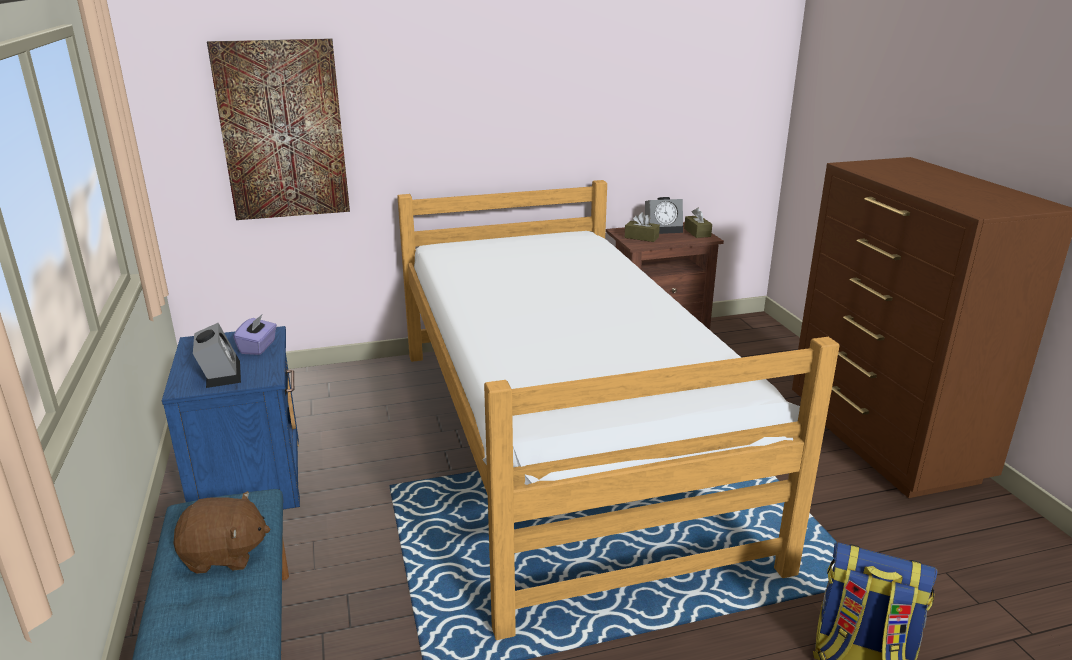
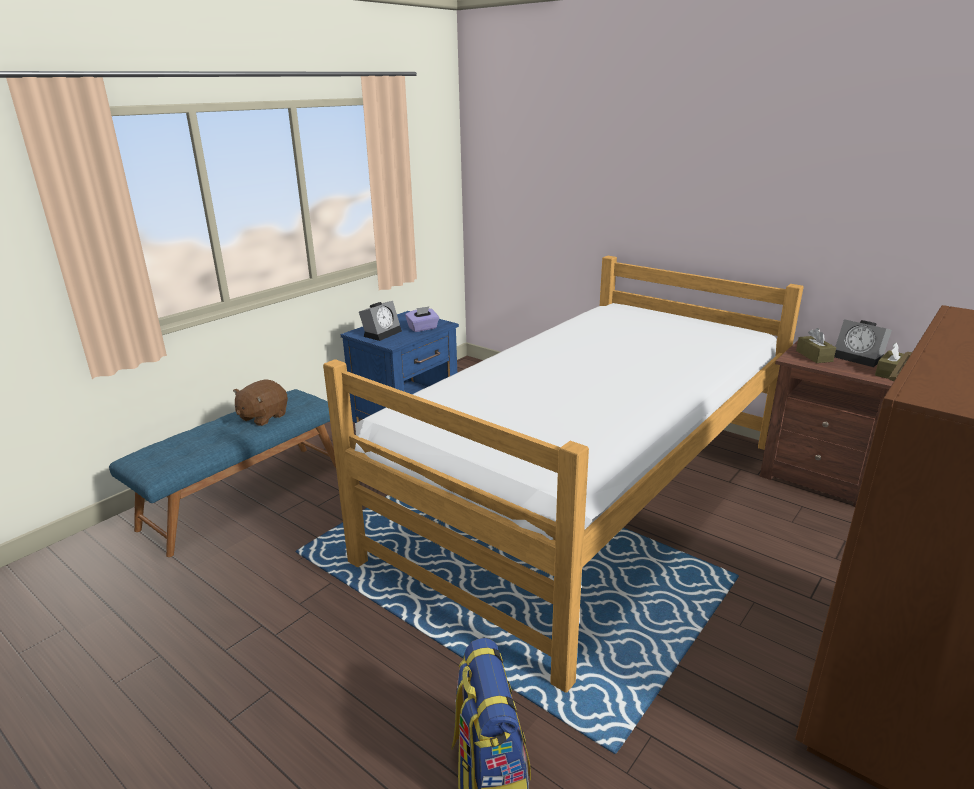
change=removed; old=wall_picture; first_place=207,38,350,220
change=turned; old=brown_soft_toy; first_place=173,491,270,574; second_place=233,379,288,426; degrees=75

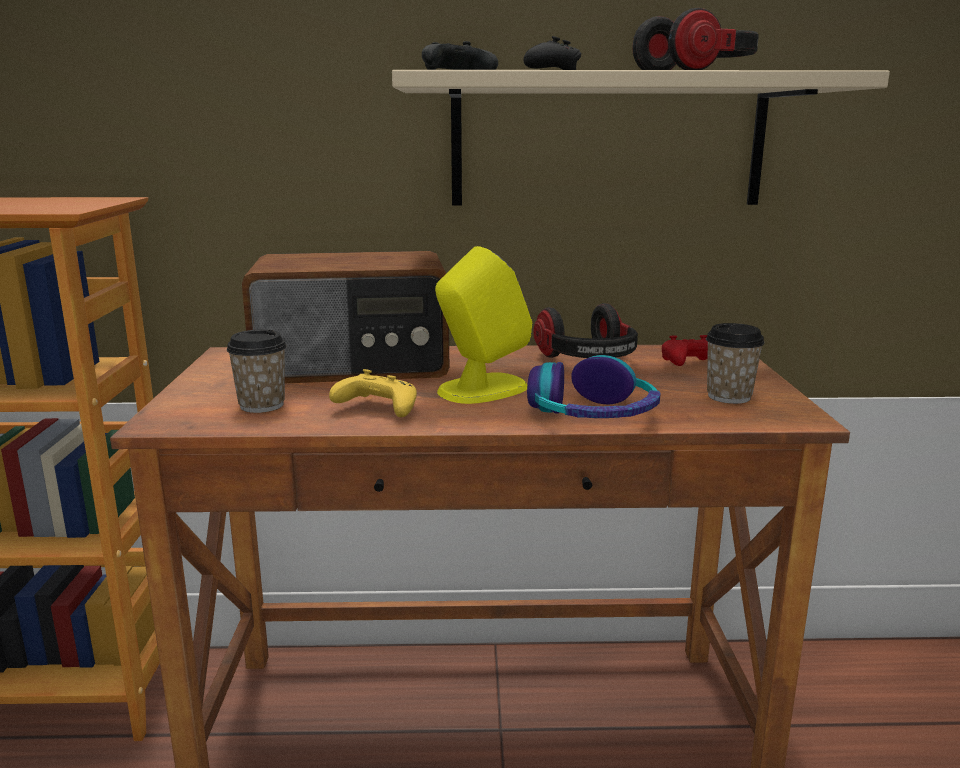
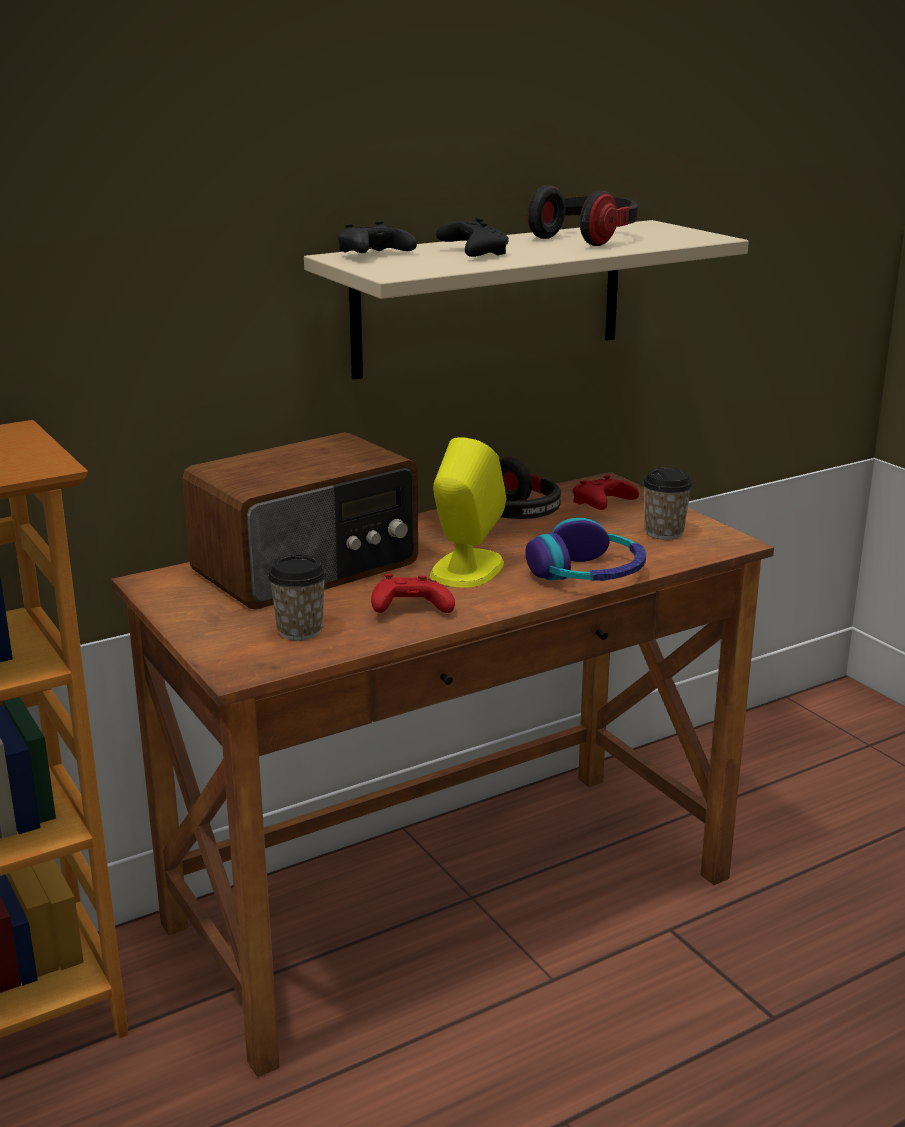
change=recoloured; old=yellow_gamepad; new=red_gamepad; first_place=329,369,417,417; second_place=371,574,455,613

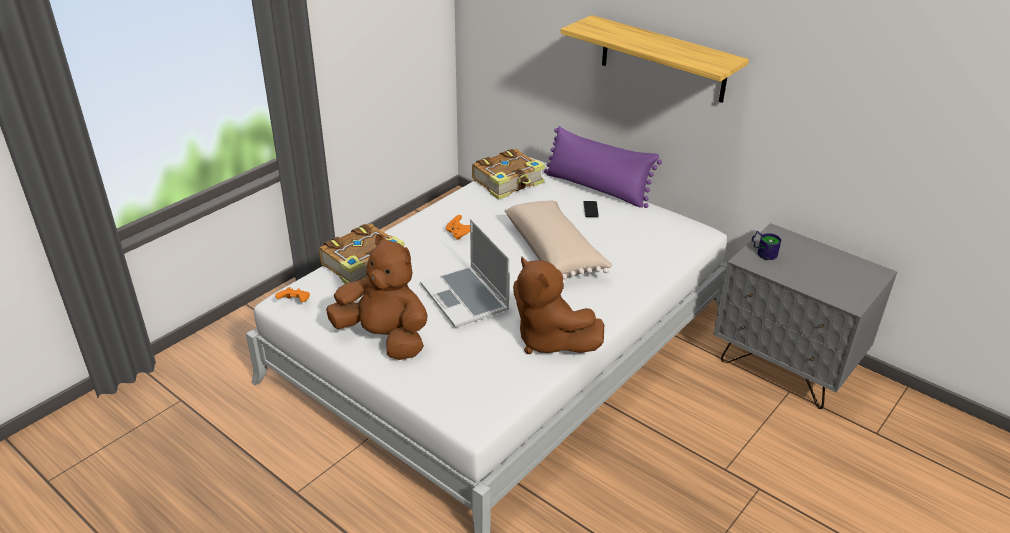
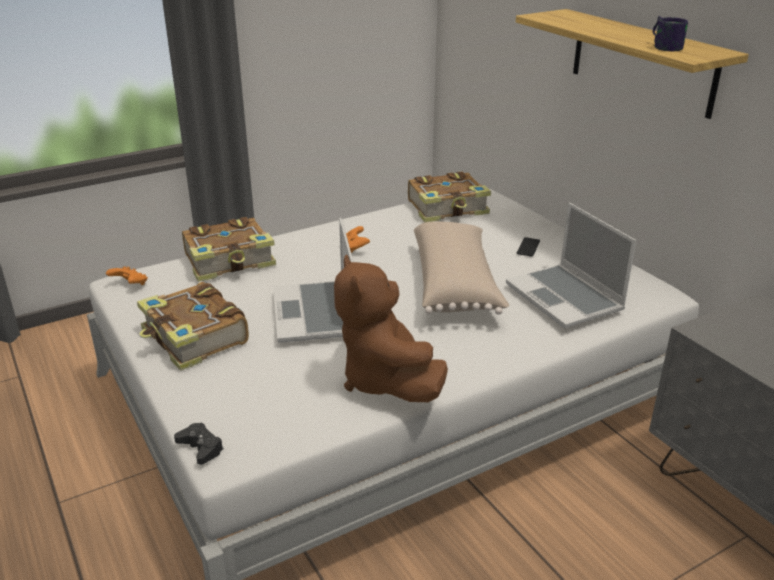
change=removed; old=purplish_pillow; first_place=544,126,662,208
change=moved; old=mug; first_place=752,231,781,260; second_place=653,16,688,51
change=replaced; old=brown_soft_toy; new=volume; first_place=326,234,427,360; second_place=137,282,249,371
change=added; new=portable_computer; second_place=506,203,636,328
change=added; new=blackish_gamepad; second_place=174,422,224,465

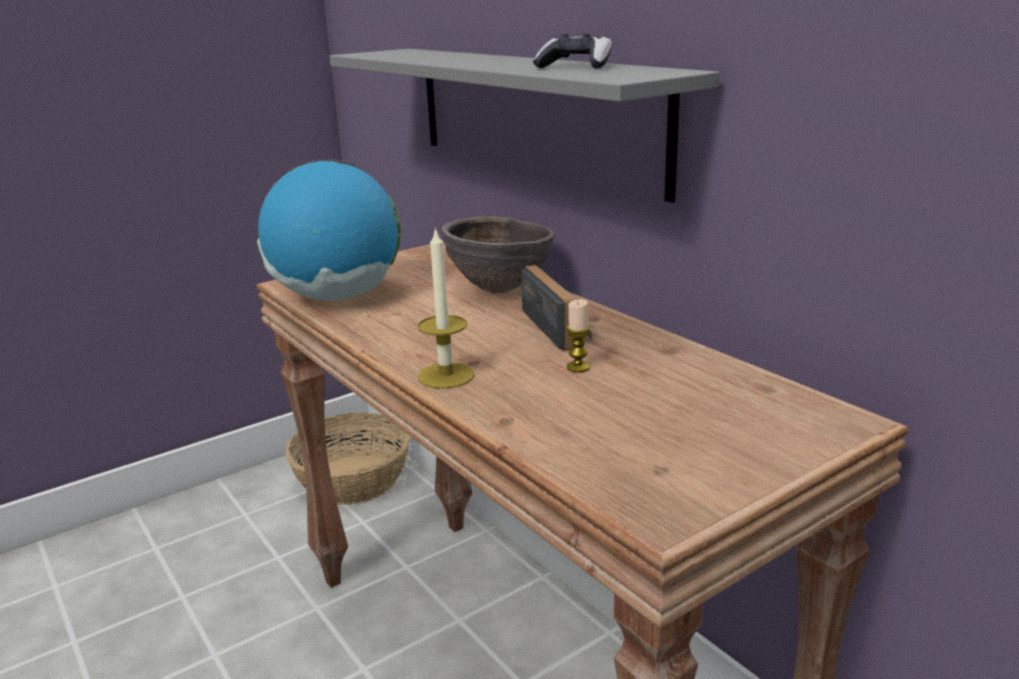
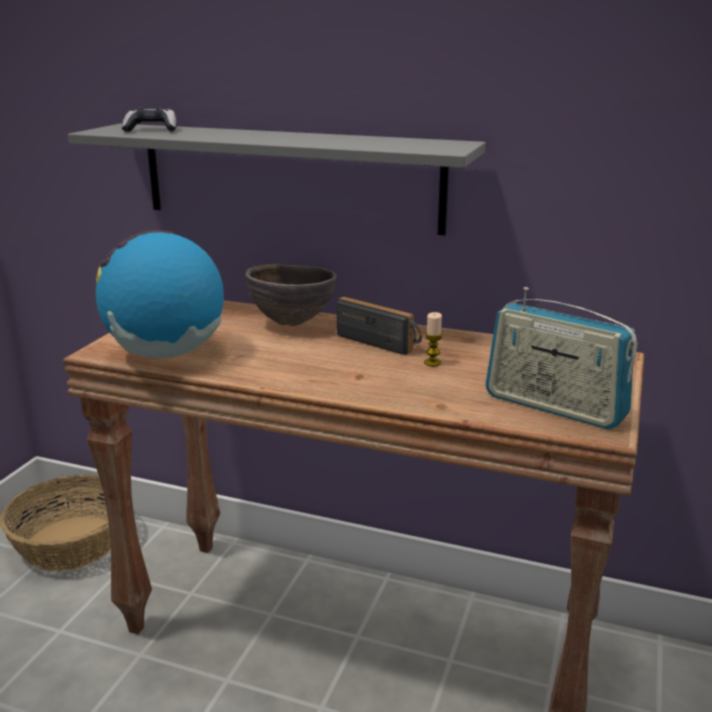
change=moved; old=gamepad; first_place=533,33,612,69; second_place=122,107,177,132
change=removed; old=wax_candle; first_place=418,227,475,389
change=added; new=radio_set; second_place=485,287,637,430

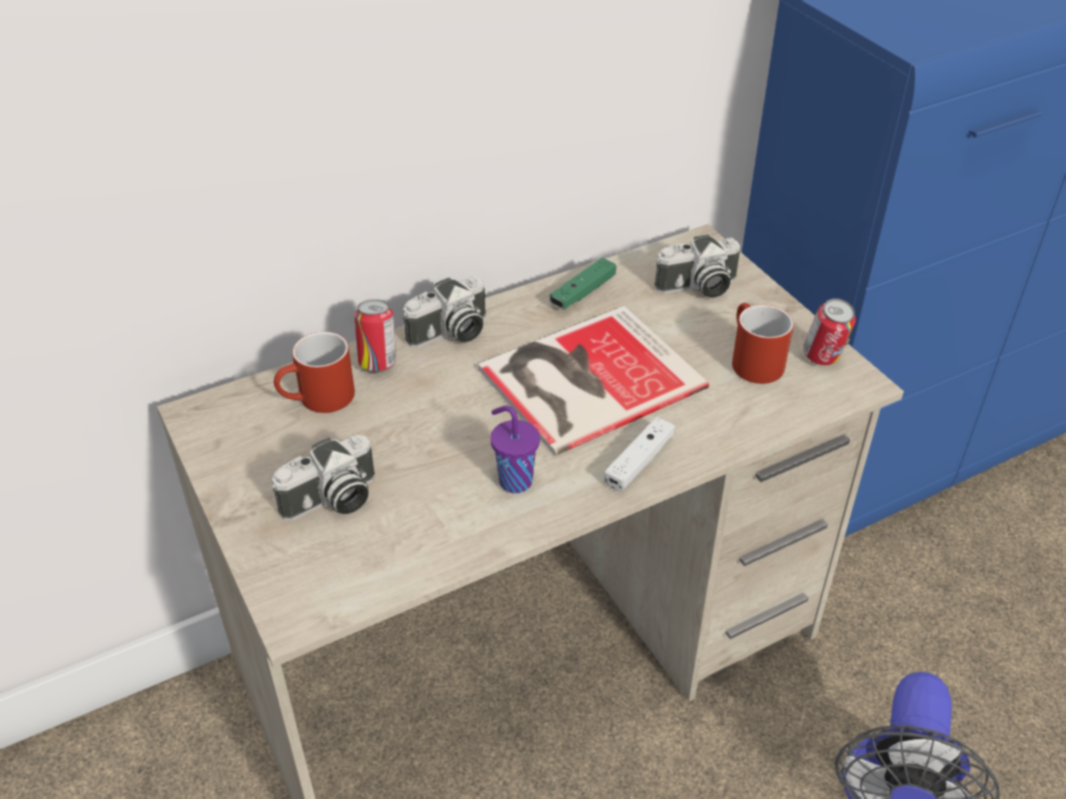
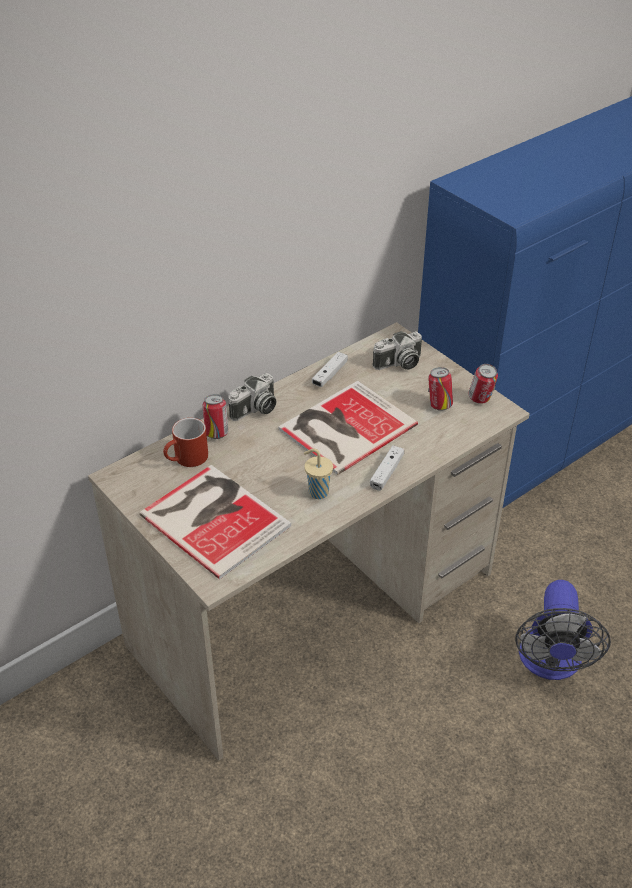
change=recoloured; old=green-coloured_gamepad; new=white-coloured_gamepad; first_place=550,258,616,309; second_place=312,352,348,387
change=replaced; old=red_mug; new=sealed_can; first_place=732,303,794,384; second_place=428,367,453,411
change=recoloured; old=purplish_small_cup; new=beige-coloured_small_cup; first_place=490,406,540,493; second_place=304,449,333,499
change=replaced; old=photo_camera; new=volume; first_place=272,435,375,521; second_place=139,465,291,579

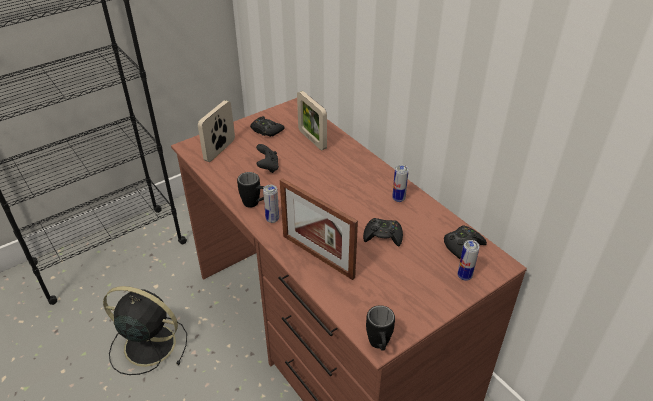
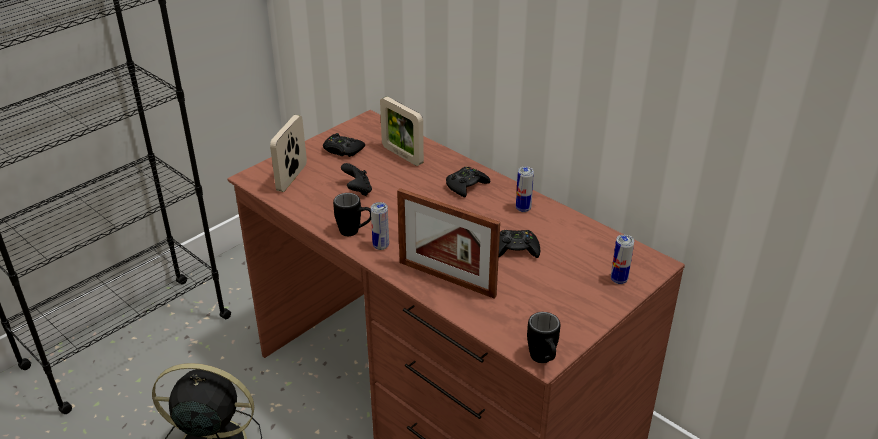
change=moved; old=blackish_gamepad; first_place=444,225,487,259; second_place=446,167,490,197

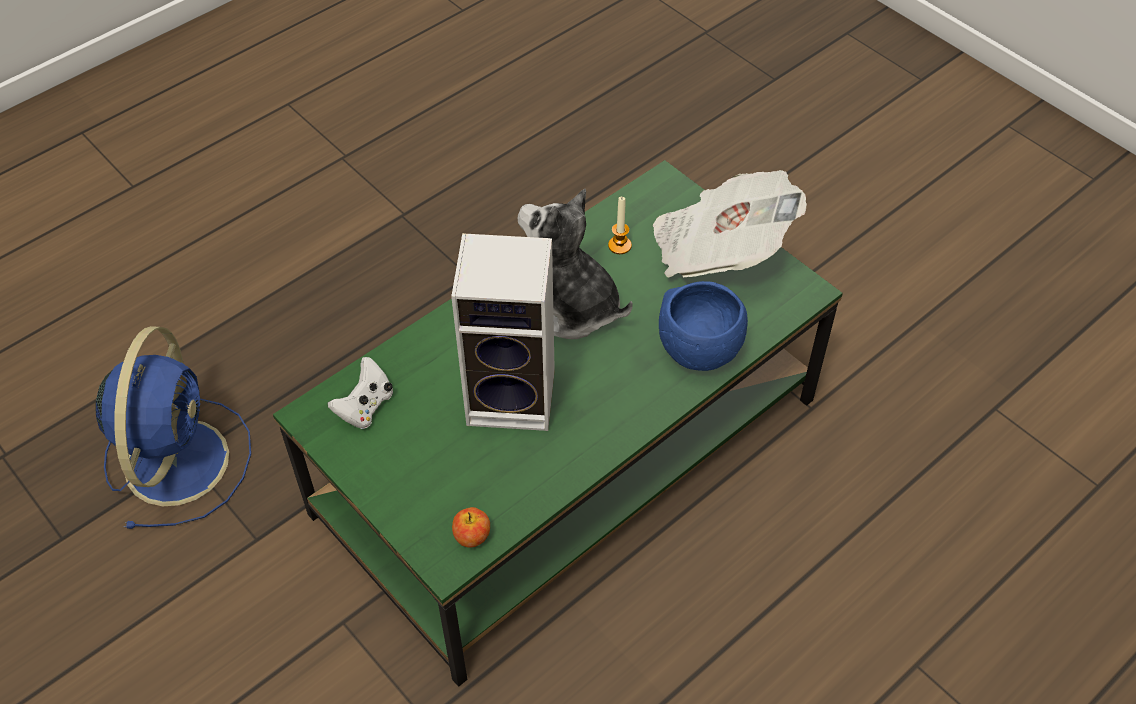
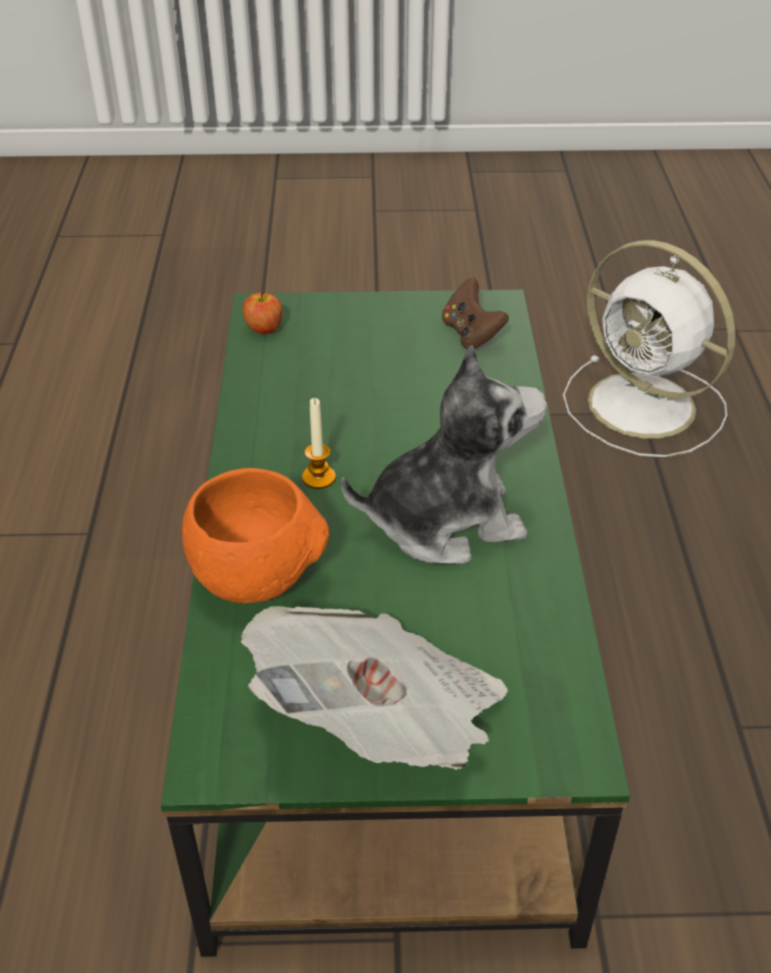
change=moved; old=wax_candle; first_place=608,197,632,254; second_place=302,398,336,489
change=removed; old=speaker; first_place=451,233,555,431
change=recoloured; old=bluish_deep_dish; new=orange_deep_dish; first_place=659,281,748,371; second_place=182,468,329,603
change=recoloured; old=bluish_cooling_fan; new=white-coloured_cooling_fan; first_place=96,326,251,529; second_place=563,240,735,458
change=recoloured; old=white-coloured_gamepad; new=brown_gamepad; first_place=328,357,393,429; second_place=442,277,509,349

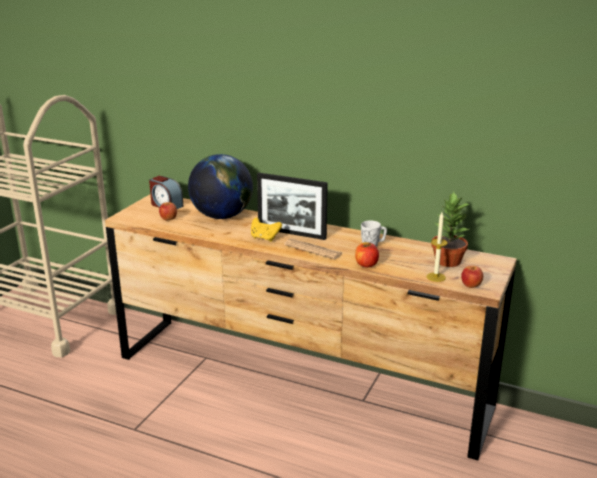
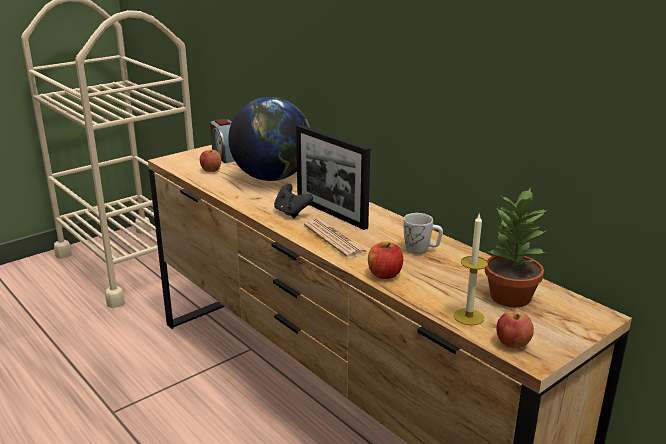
change=recoloured; old=yellow_gamepad; new=blackish_gamepad; first_place=251,217,282,242; second_place=274,184,313,219

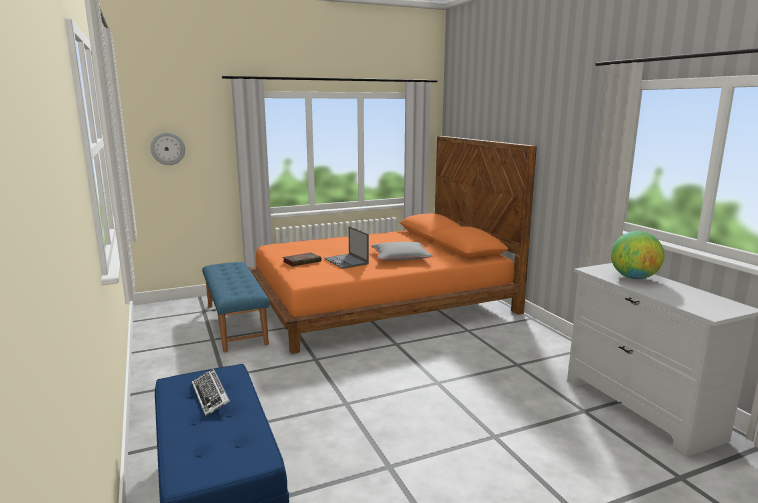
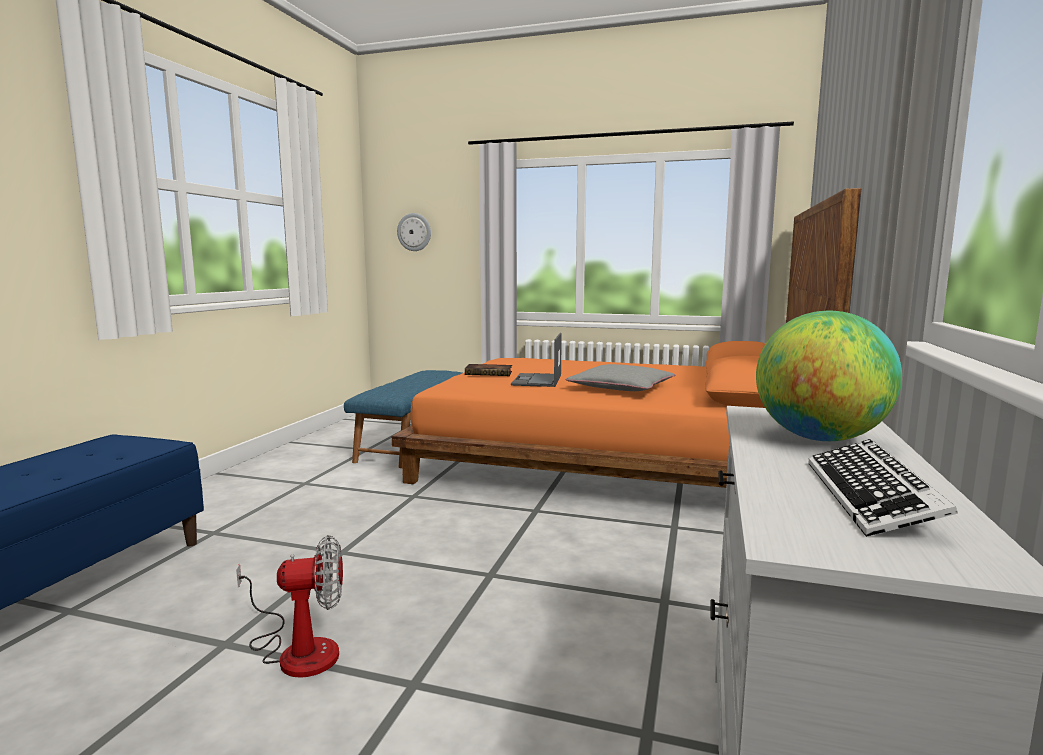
change=moved; old=computer_keyboard; first_place=192,369,230,417; second_place=809,439,958,537
change=added; new=cooling_fan; second_place=236,535,343,678

